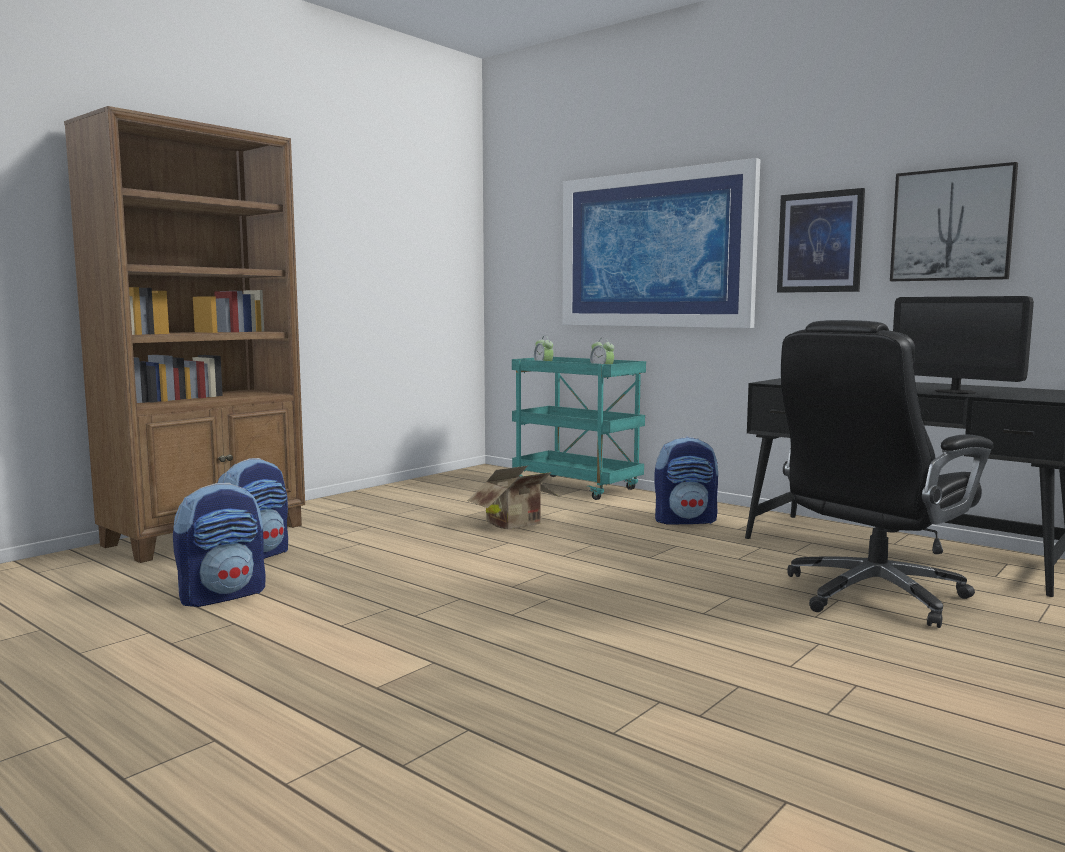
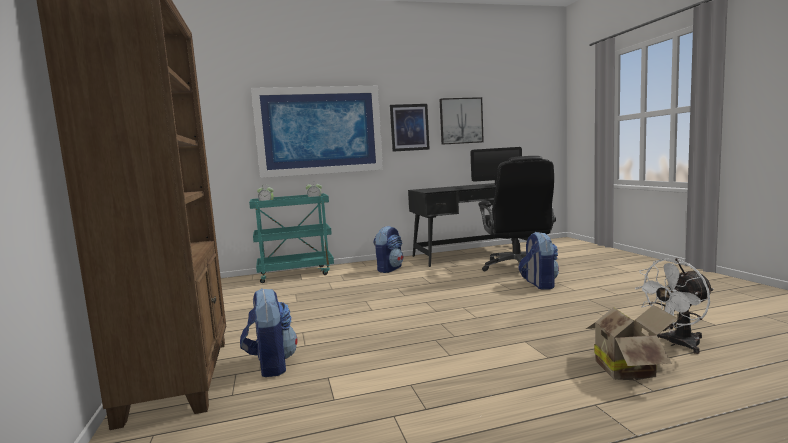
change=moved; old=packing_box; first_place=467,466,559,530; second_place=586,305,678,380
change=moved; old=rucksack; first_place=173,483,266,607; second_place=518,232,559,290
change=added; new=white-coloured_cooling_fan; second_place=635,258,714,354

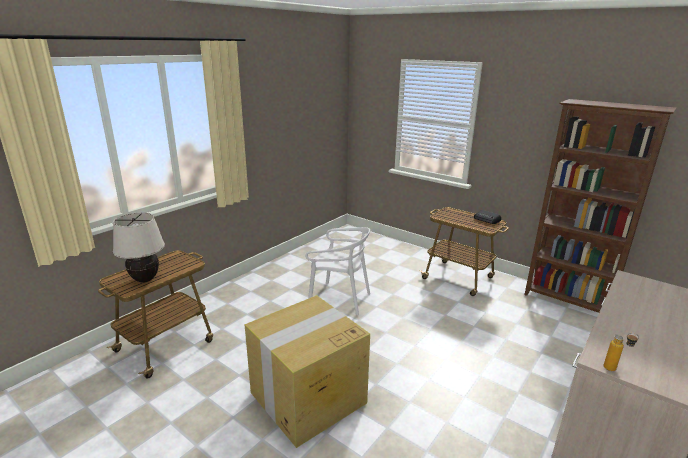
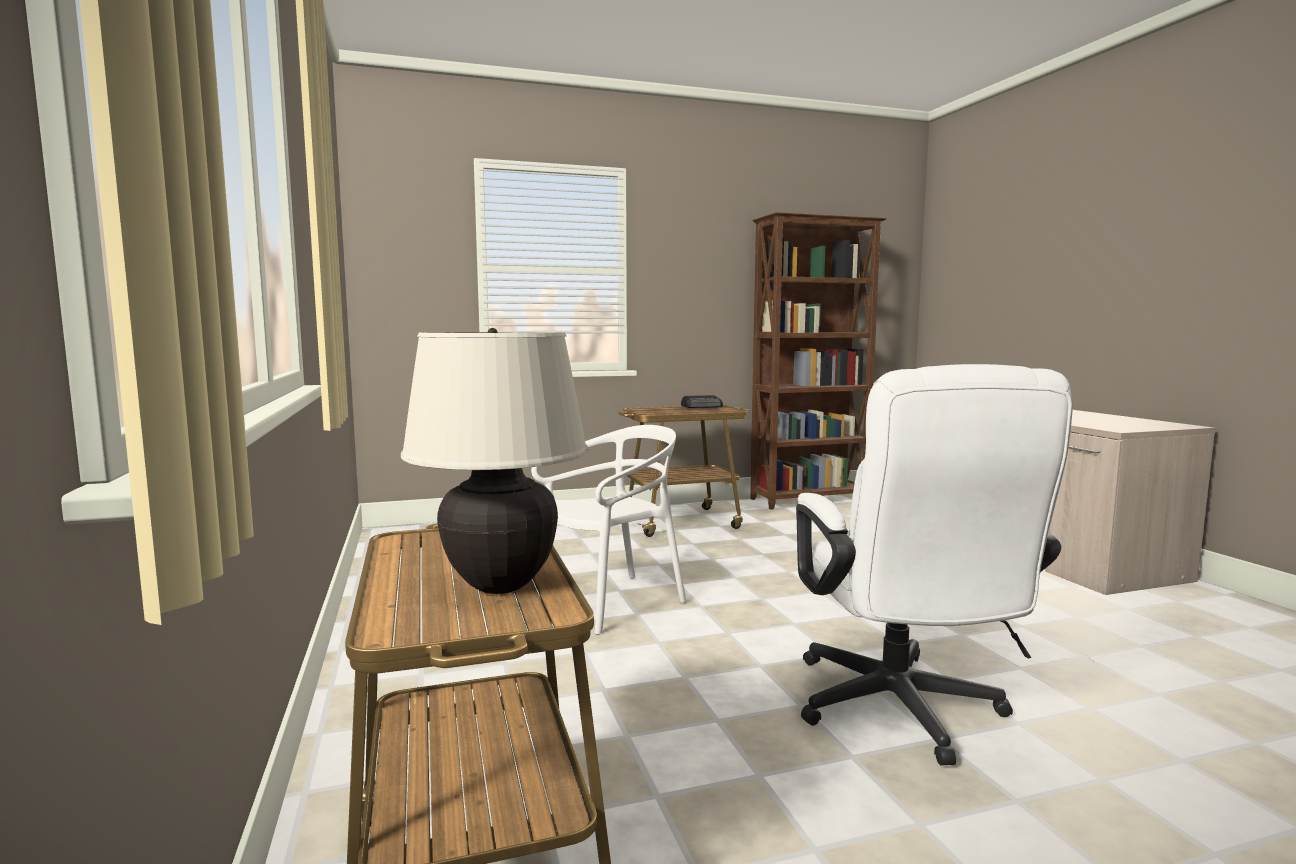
change=replaced; old=packing_box; new=white-coloured_desk_chair; first_place=244,295,370,448; second_place=796,364,1073,766
change=removed; old=bottle; first_place=604,333,639,371

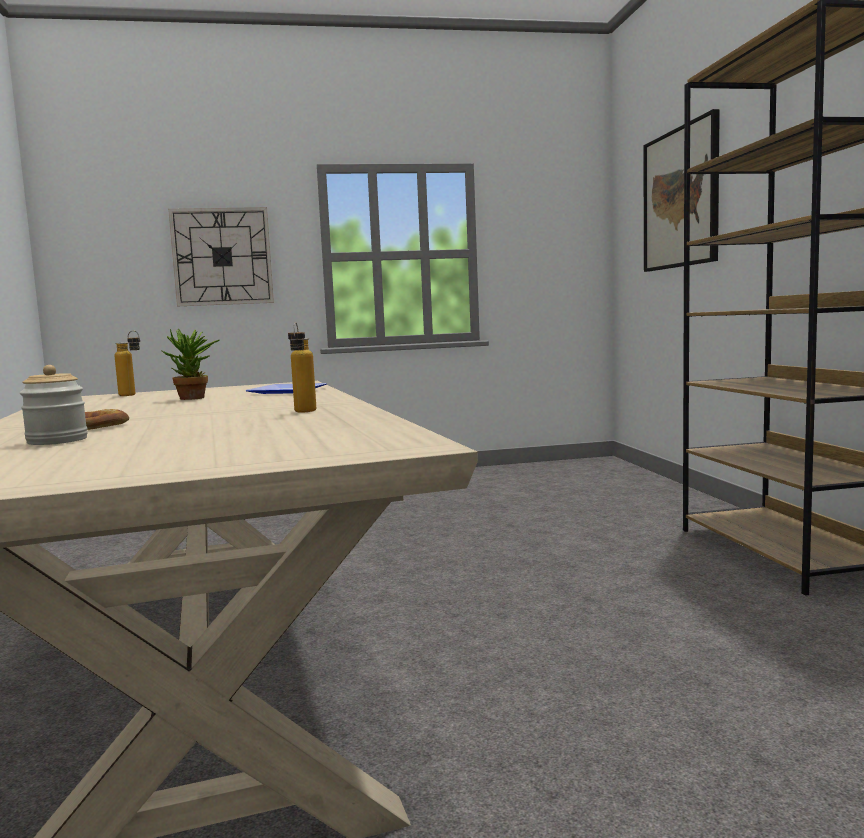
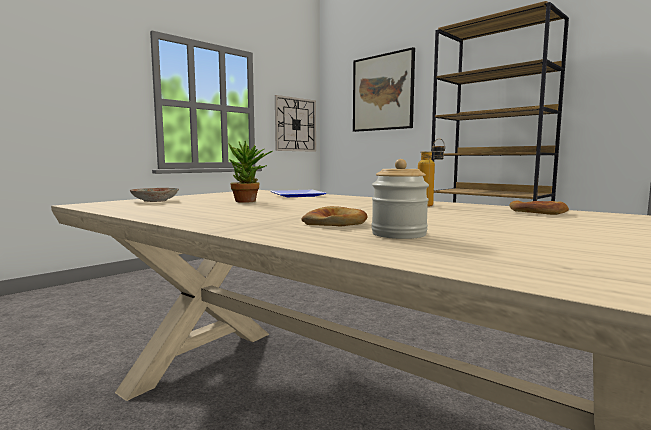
change=moved; old=wall_clock; first_place=168,207,274,306; second_place=275,95,316,152
change=replaced; old=bottle; new=plate; first_place=115,330,140,396; second_place=130,188,179,202
change=added; new=baked_bread; second_place=510,200,569,215

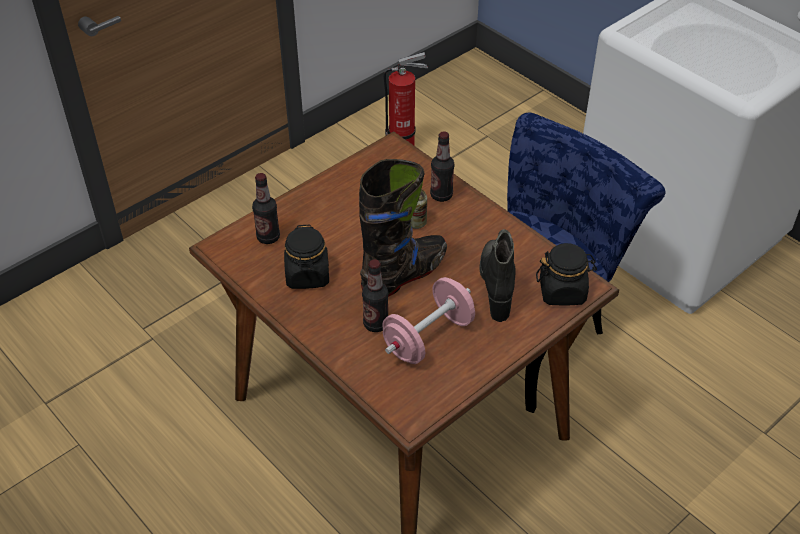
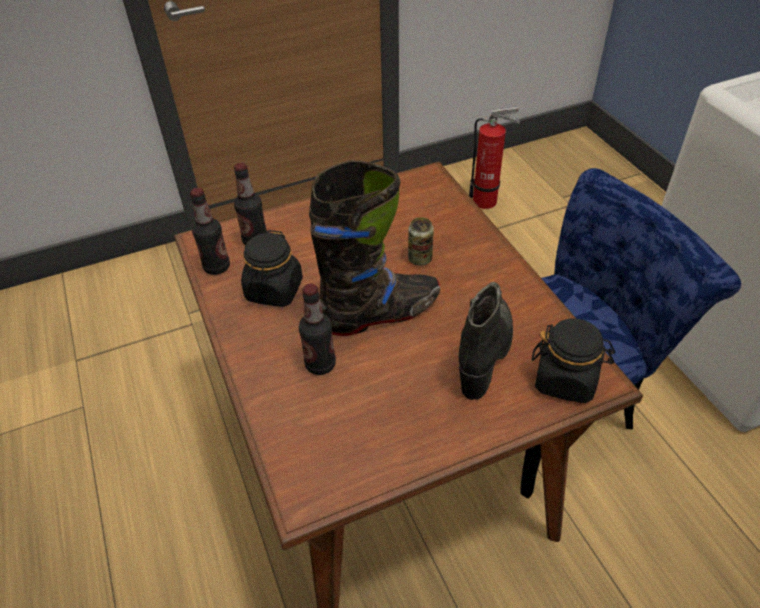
change=moved; old=bottle; first_place=430,131,454,202; second_place=190,188,230,275
change=removed; old=pink_dumbbell; first_place=382,277,475,364

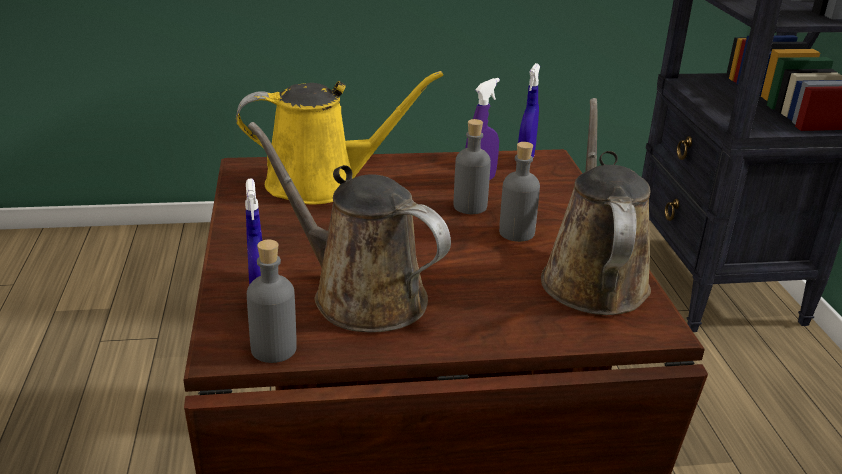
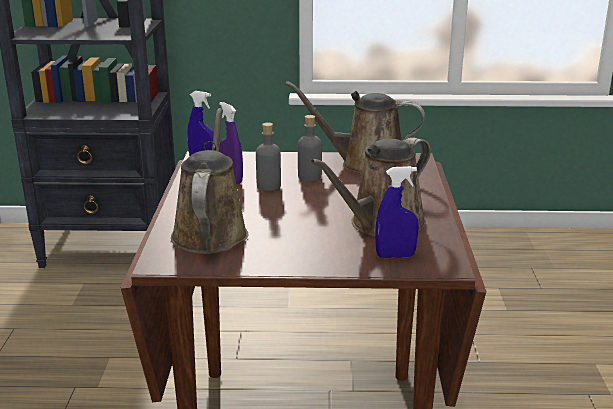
change=recoloured; old=yellow_sprinkling_can; new=brown_sprinkling_can; first_place=236,71,443,205; second_place=171,108,248,254
change=removed; old=grey_bottle; first_place=247,240,297,363

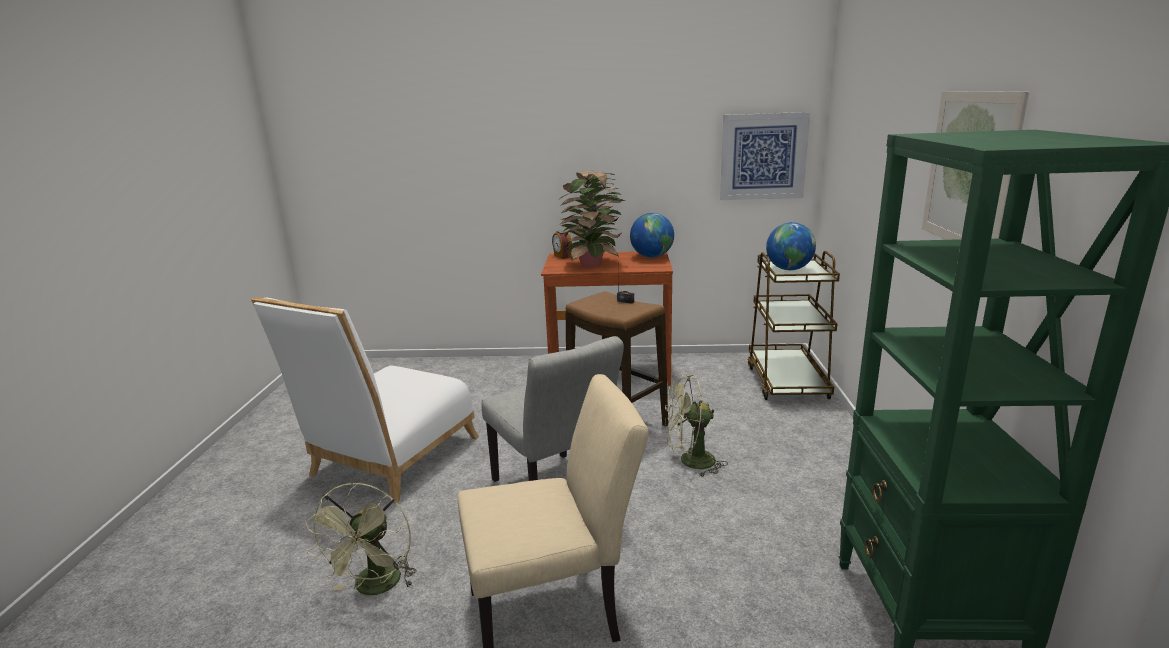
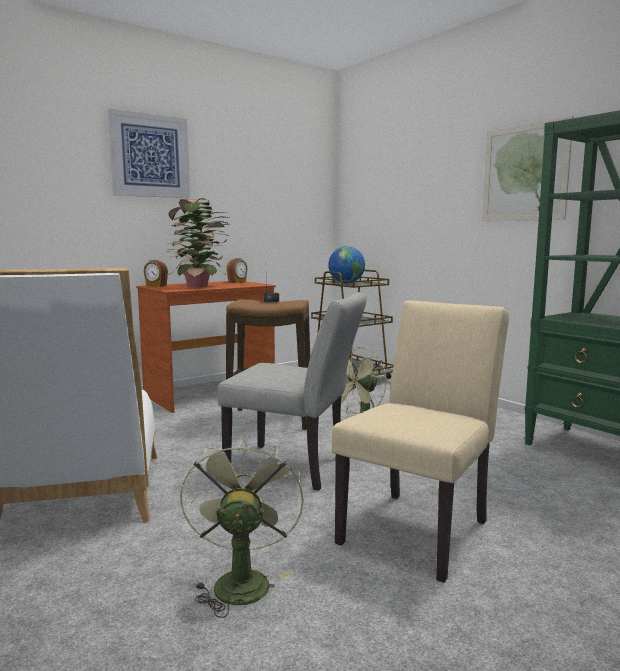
change=moved; old=wall_picture; first_place=720,112,810,200; second_place=108,109,190,198
change=replaced; old=world_globe; new=bedside_clock; first_place=630,213,674,258; second_place=227,258,247,283
change=turned; old=green-coloured_cooling_fan; first_place=305,482,417,595; second_place=180,436,304,618; degrees=-150

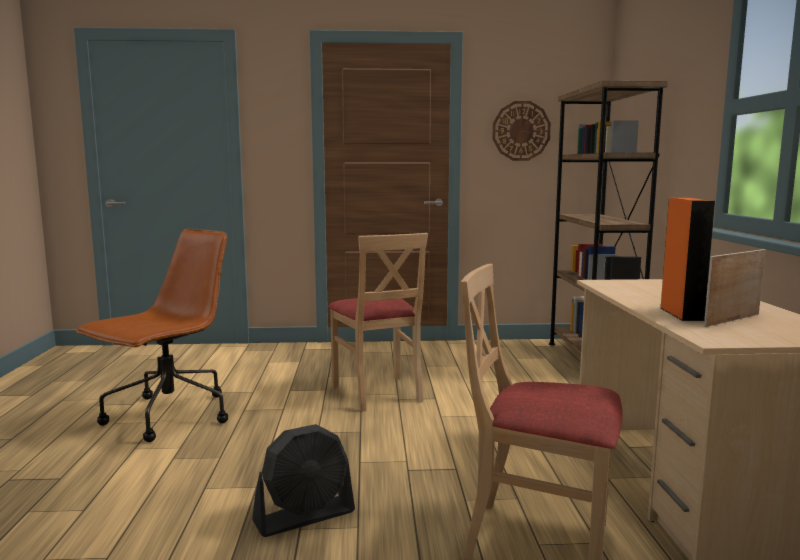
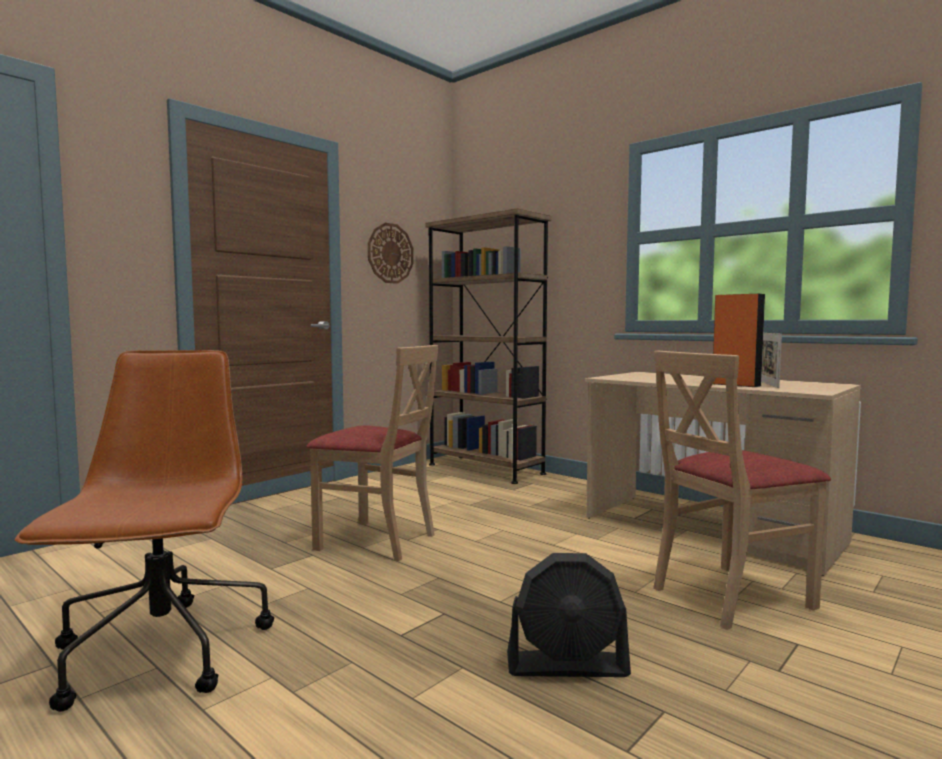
change=turned; old=blackish_cooling_fan; first_place=252,424,355,537; second_place=507,553,631,677; degrees=75

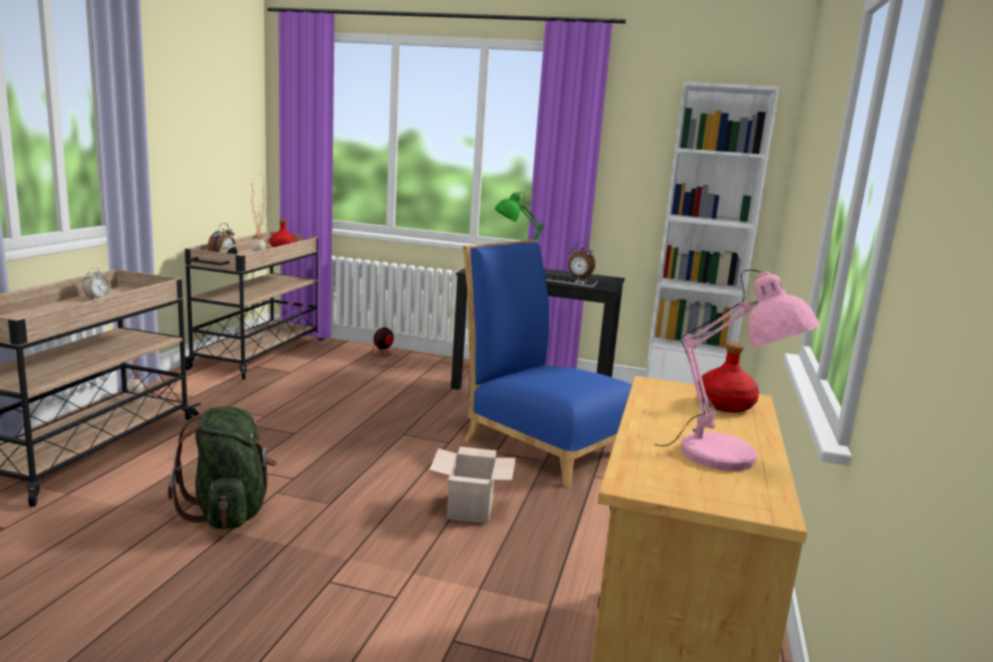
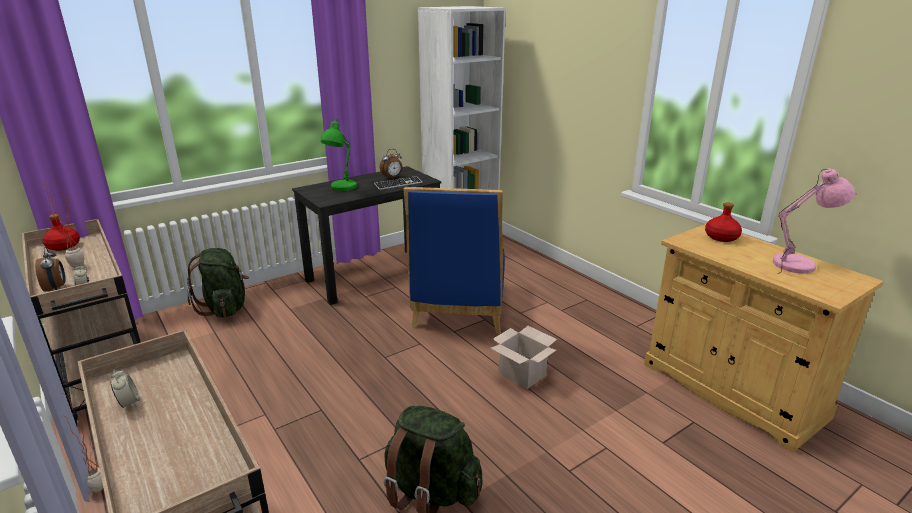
change=turned; old=bluish_upright_chair; first_place=463,240,632,488; second_place=403,187,505,334; degrees=-75
change=replaced; old=cooling_fan; new=green-coloured_rucksack; first_place=369,327,414,368; second_place=187,248,249,317

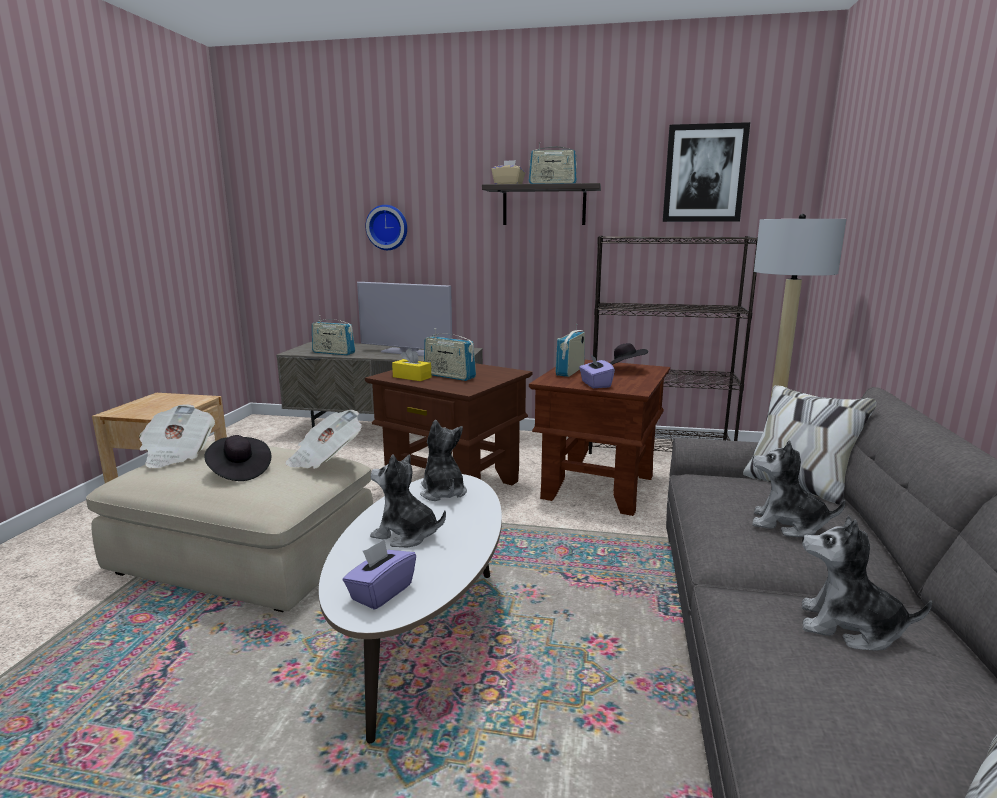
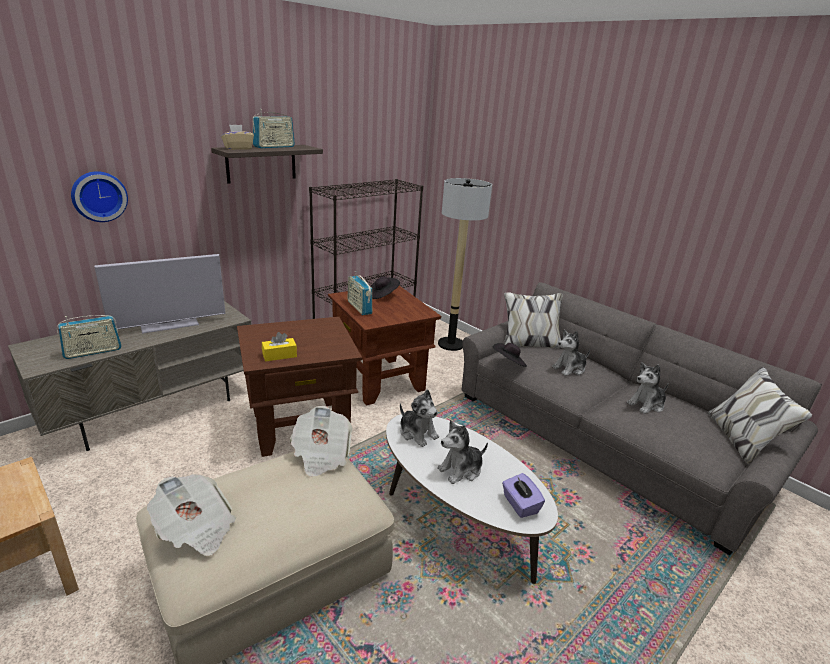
change=removed; old=wall_picture; first_place=663,122,750,222
change=removed; old=radio_set; first_place=424,328,476,381
change=removed; old=purplish_tissue_holder; first_place=579,355,615,388
change=turned; old=soft_toy; first_place=420,420,467,501; second_place=400,389,439,447; degrees=-150
change=moved; old=blackish_hat; first_place=204,435,271,481; second_place=492,343,527,367

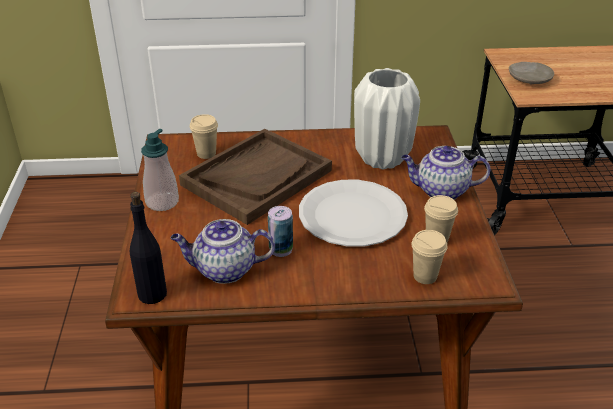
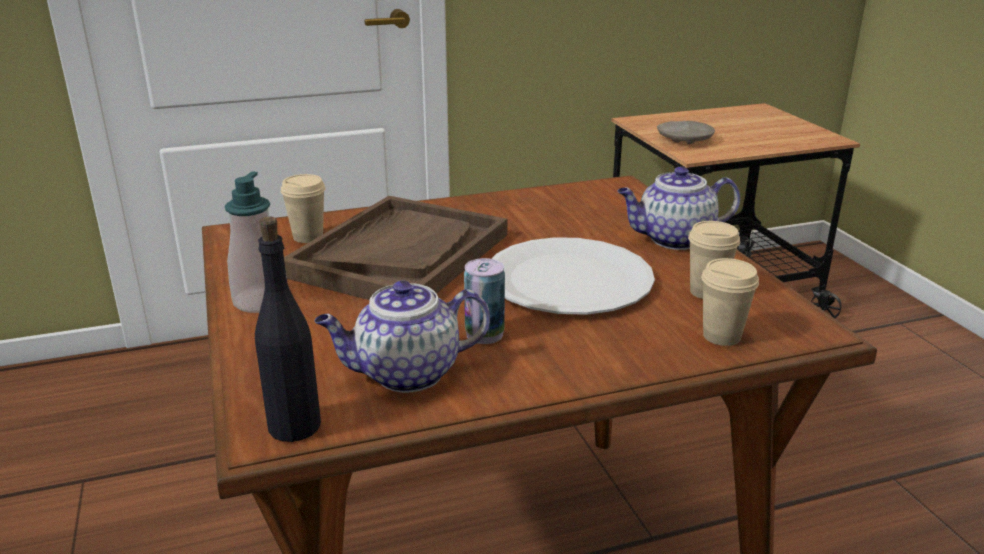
change=removed; old=white-coloured_flower_vase; first_place=354,68,420,170

